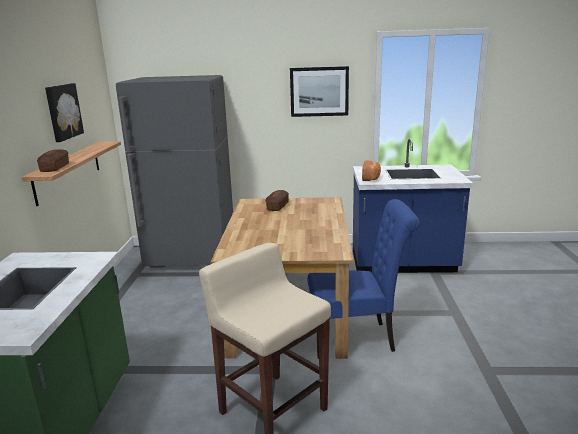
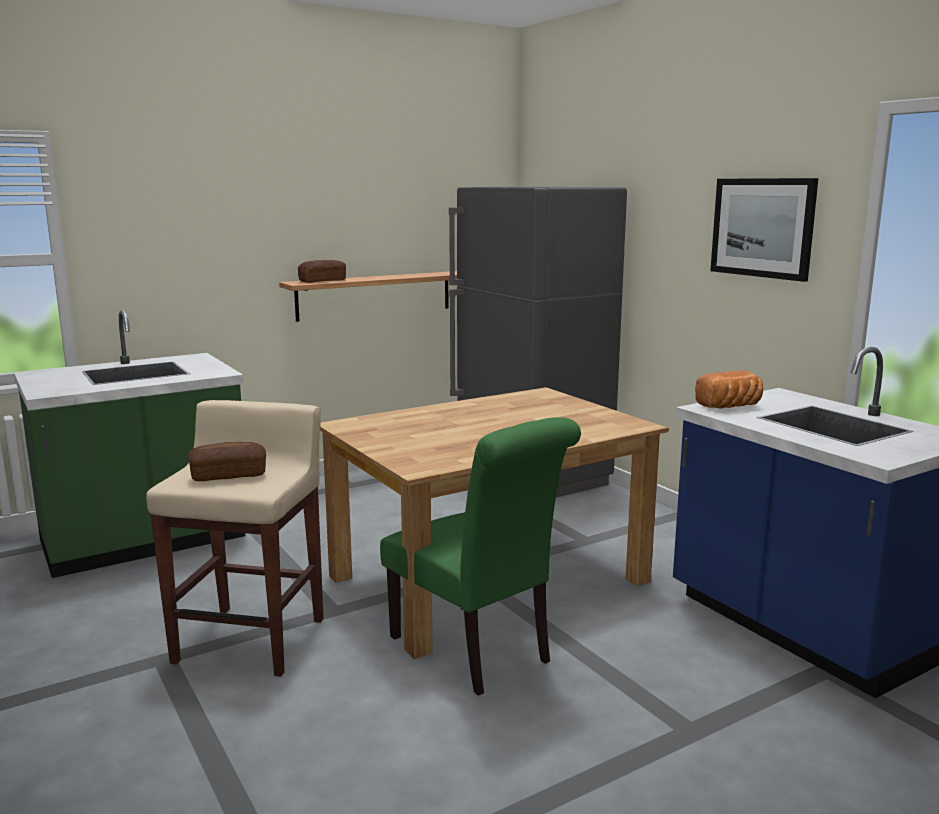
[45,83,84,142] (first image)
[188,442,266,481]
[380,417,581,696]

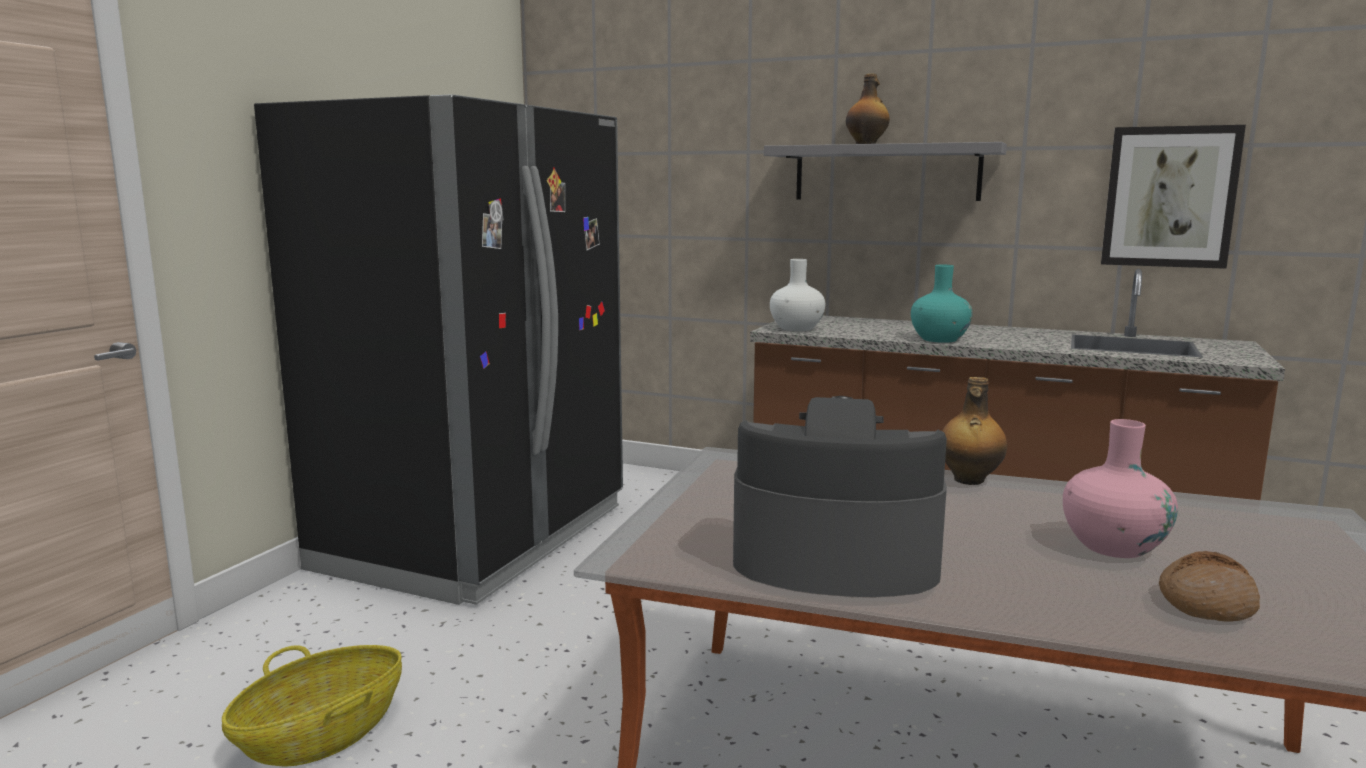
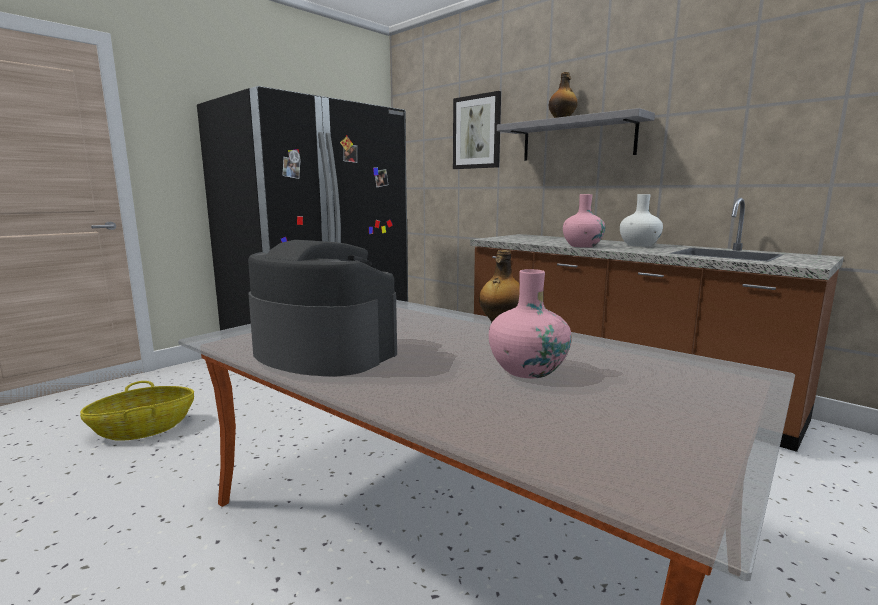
[620,194,663,247]
[563,194,605,248]
[453,91,501,169]
[1159,551,1260,622] (first image)

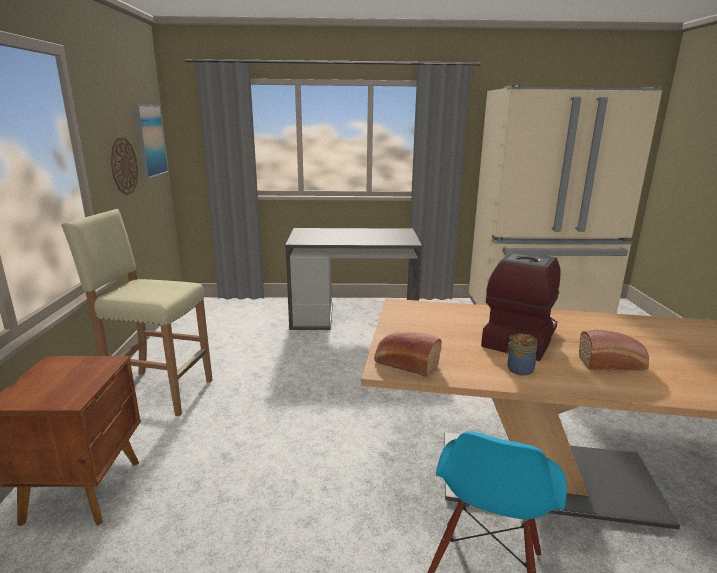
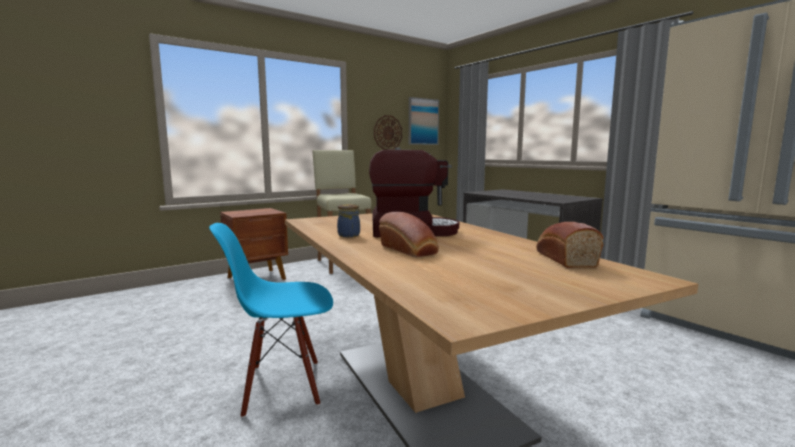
[536,222,604,268]

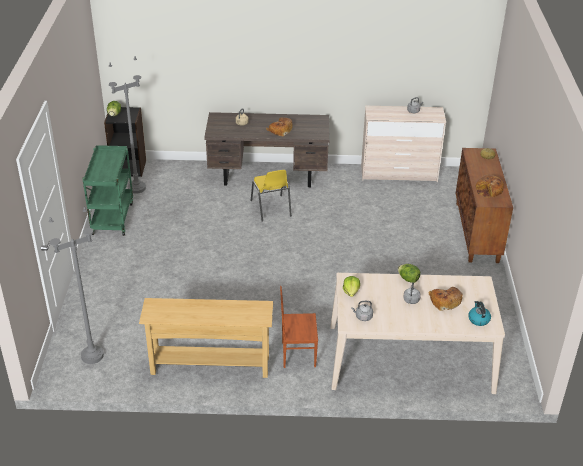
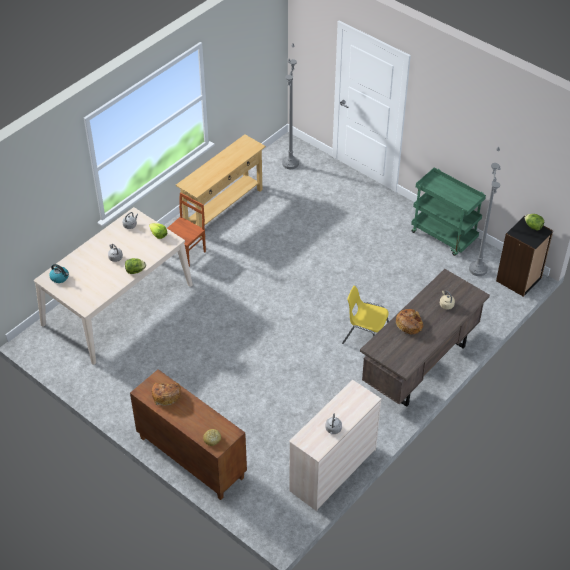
[429,287,463,311] (first image)

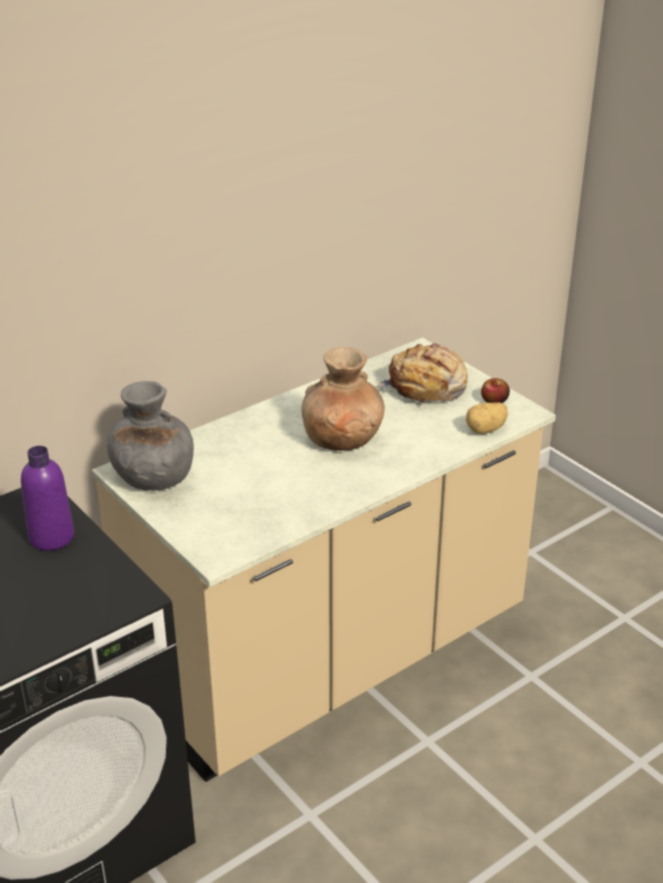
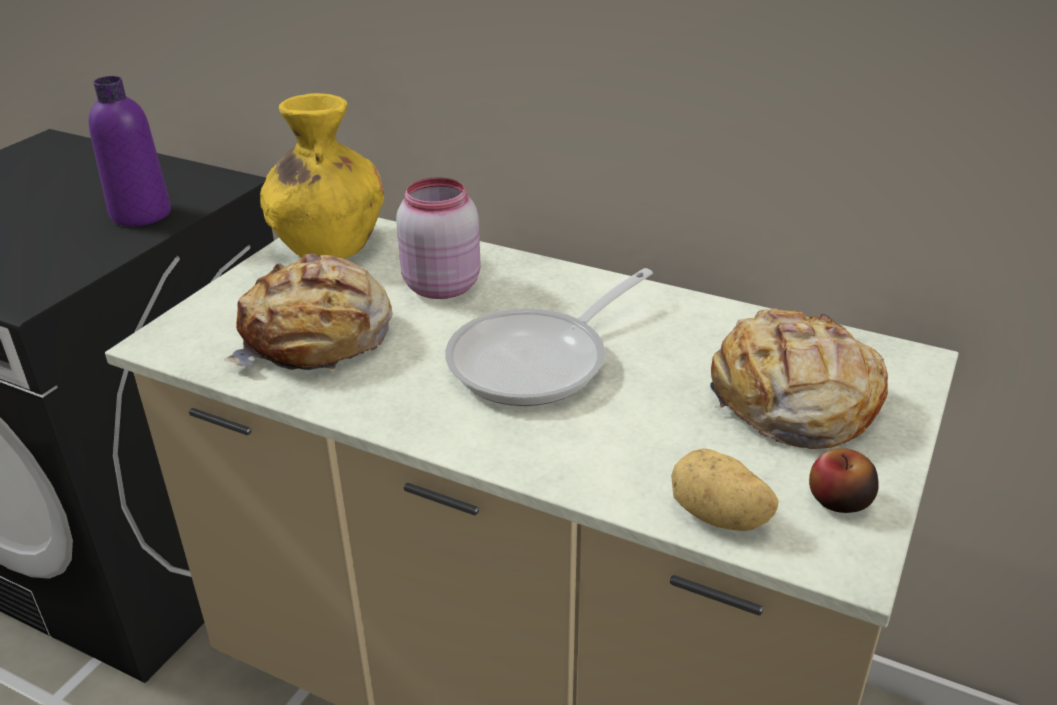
[260,93,384,259]
[445,268,653,406]
[224,254,392,372]
[396,177,481,299]

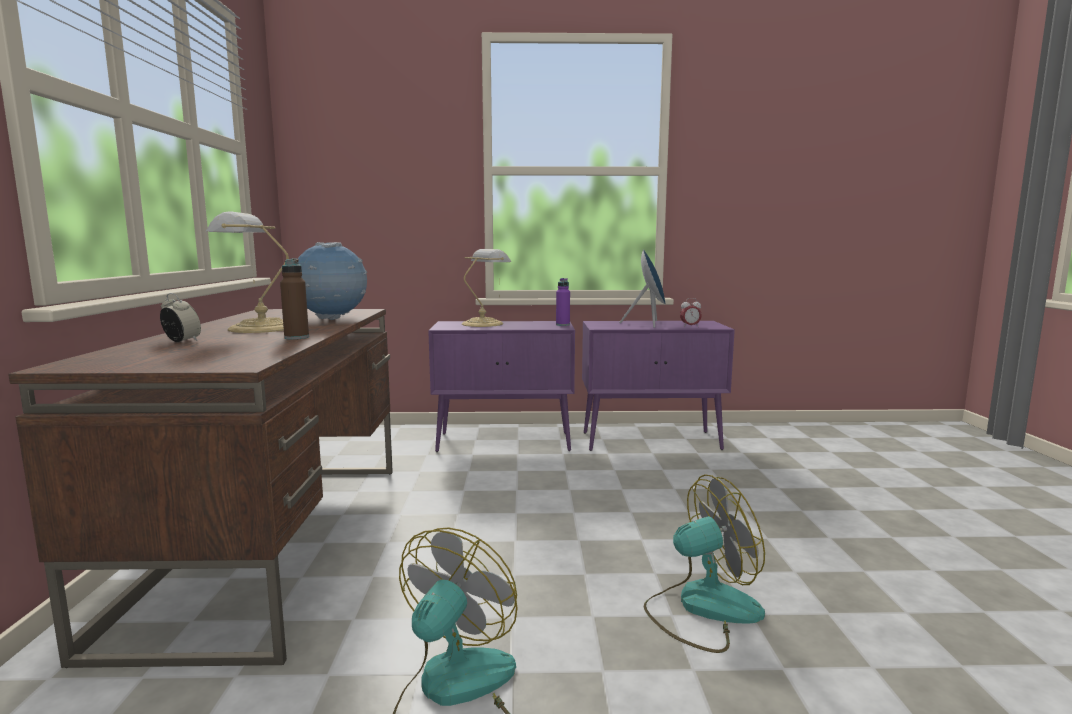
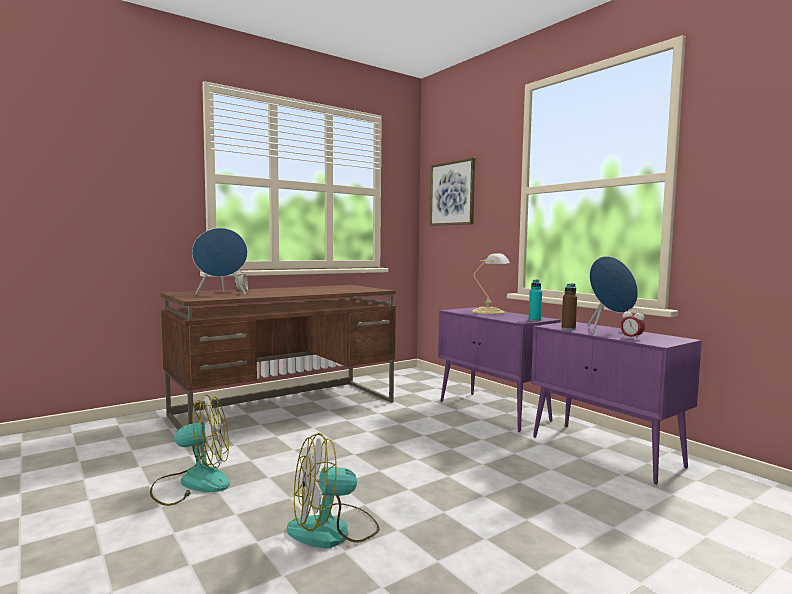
[206,211,289,333] (first image)
[561,283,577,330]
[298,242,367,320] (first image)
[529,280,542,321]
[287,433,380,548]
[192,228,248,295]
[429,158,475,226]

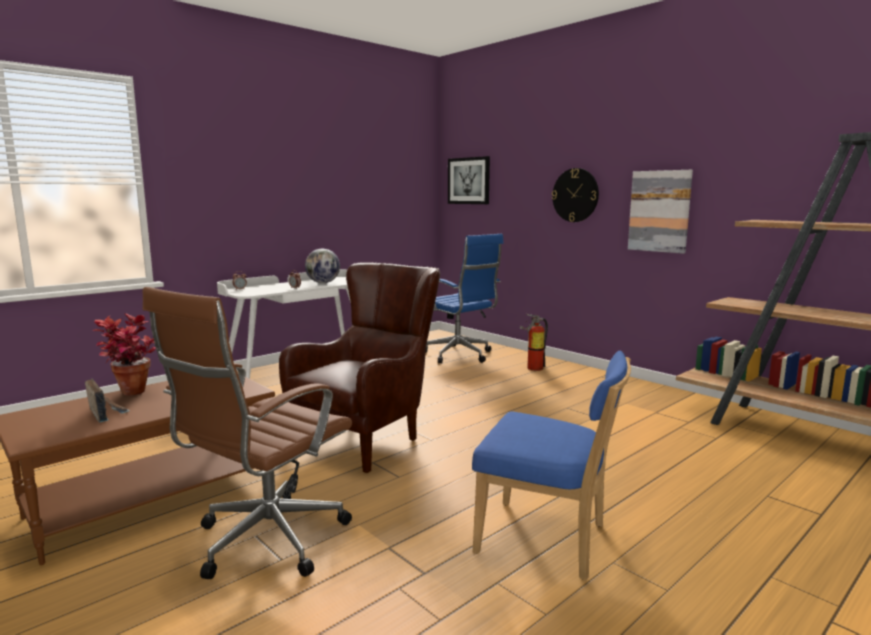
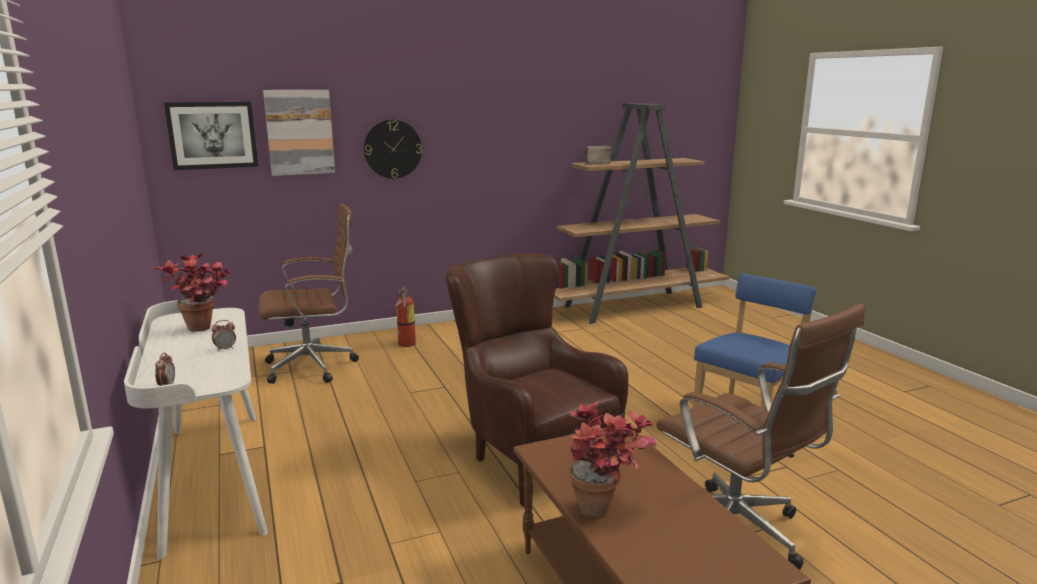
[584,146,611,165]
[154,253,231,332]
[258,203,359,384]
[263,90,335,176]

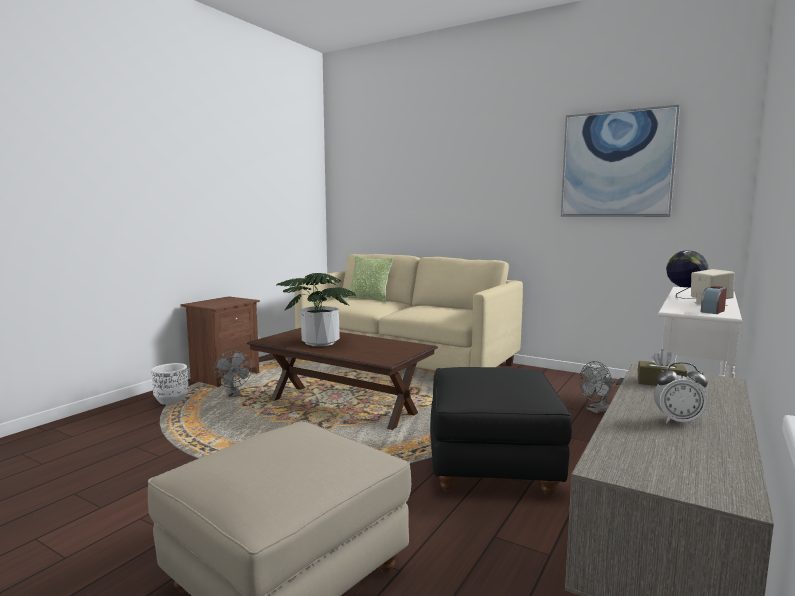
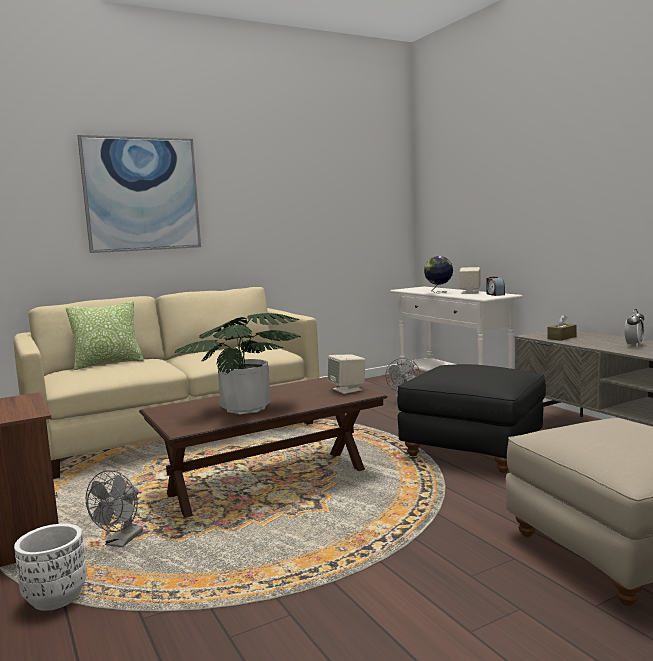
[86,470,143,547]
[78,135,201,253]
[327,354,365,394]

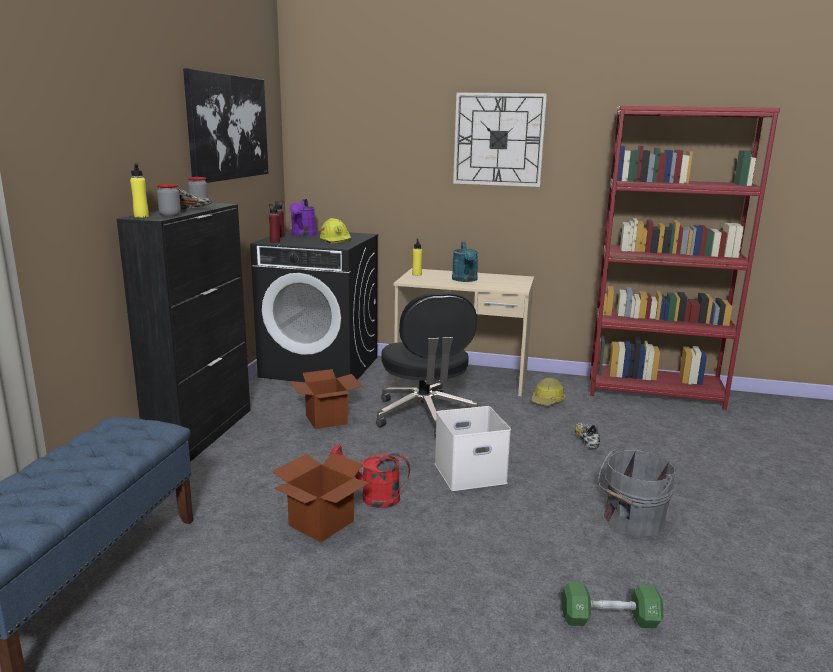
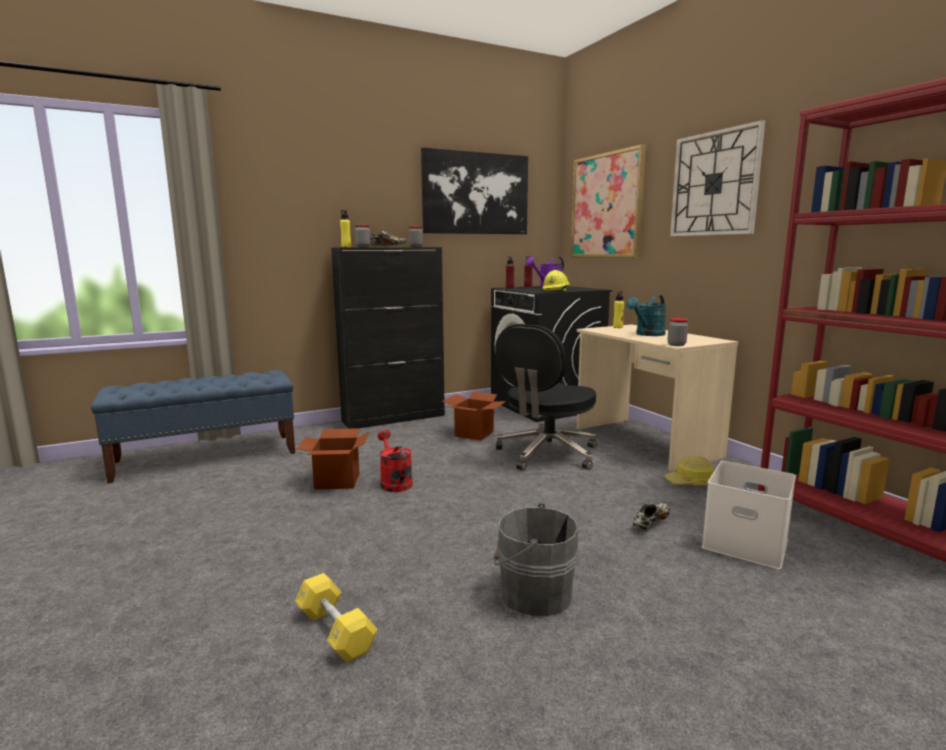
[702,461,796,569]
[295,573,378,663]
[570,144,646,258]
[667,318,688,346]

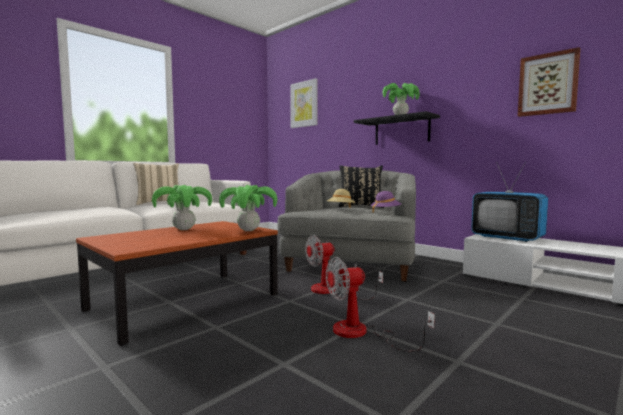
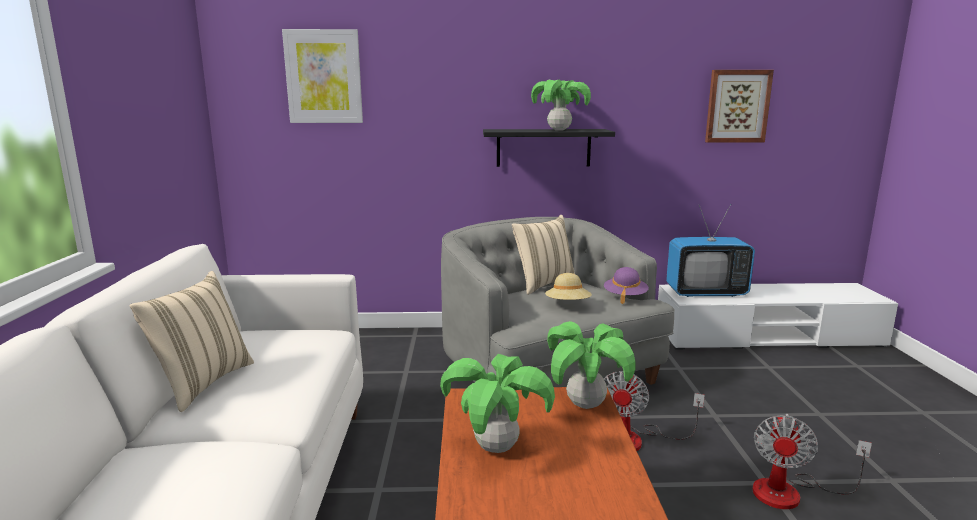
[512,215,575,295]

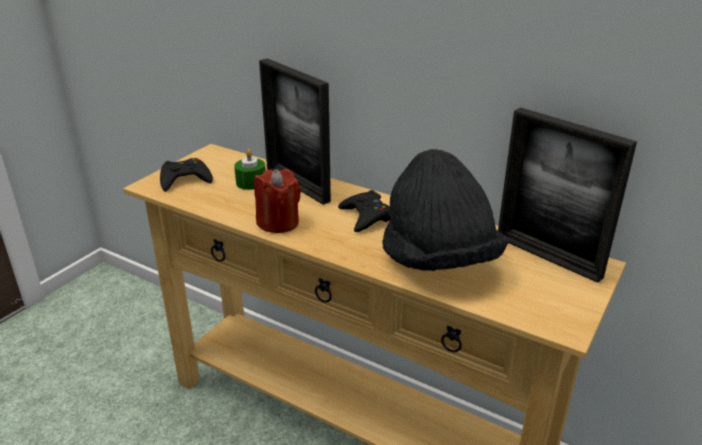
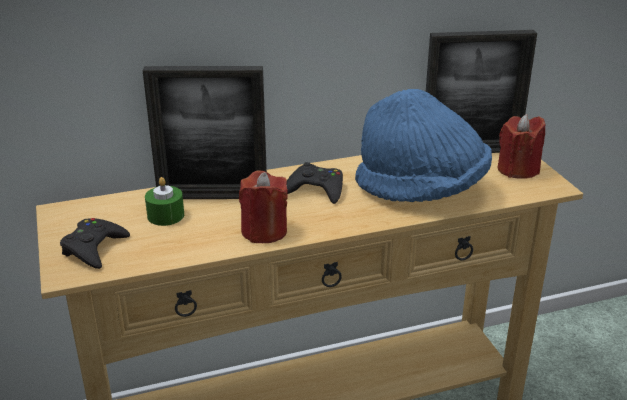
[355,89,492,202]
[497,114,545,179]

